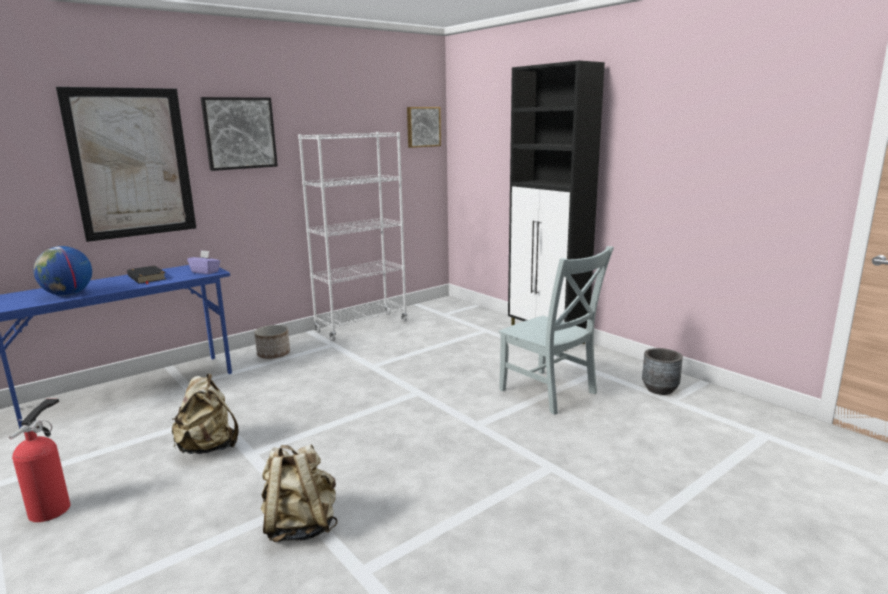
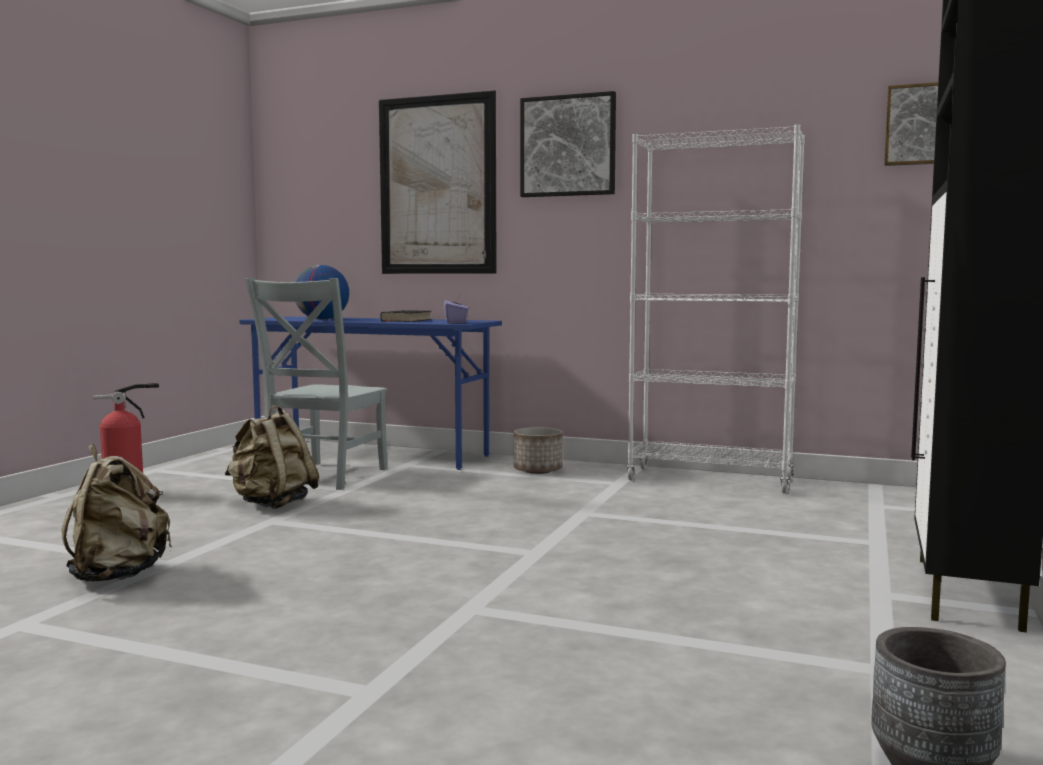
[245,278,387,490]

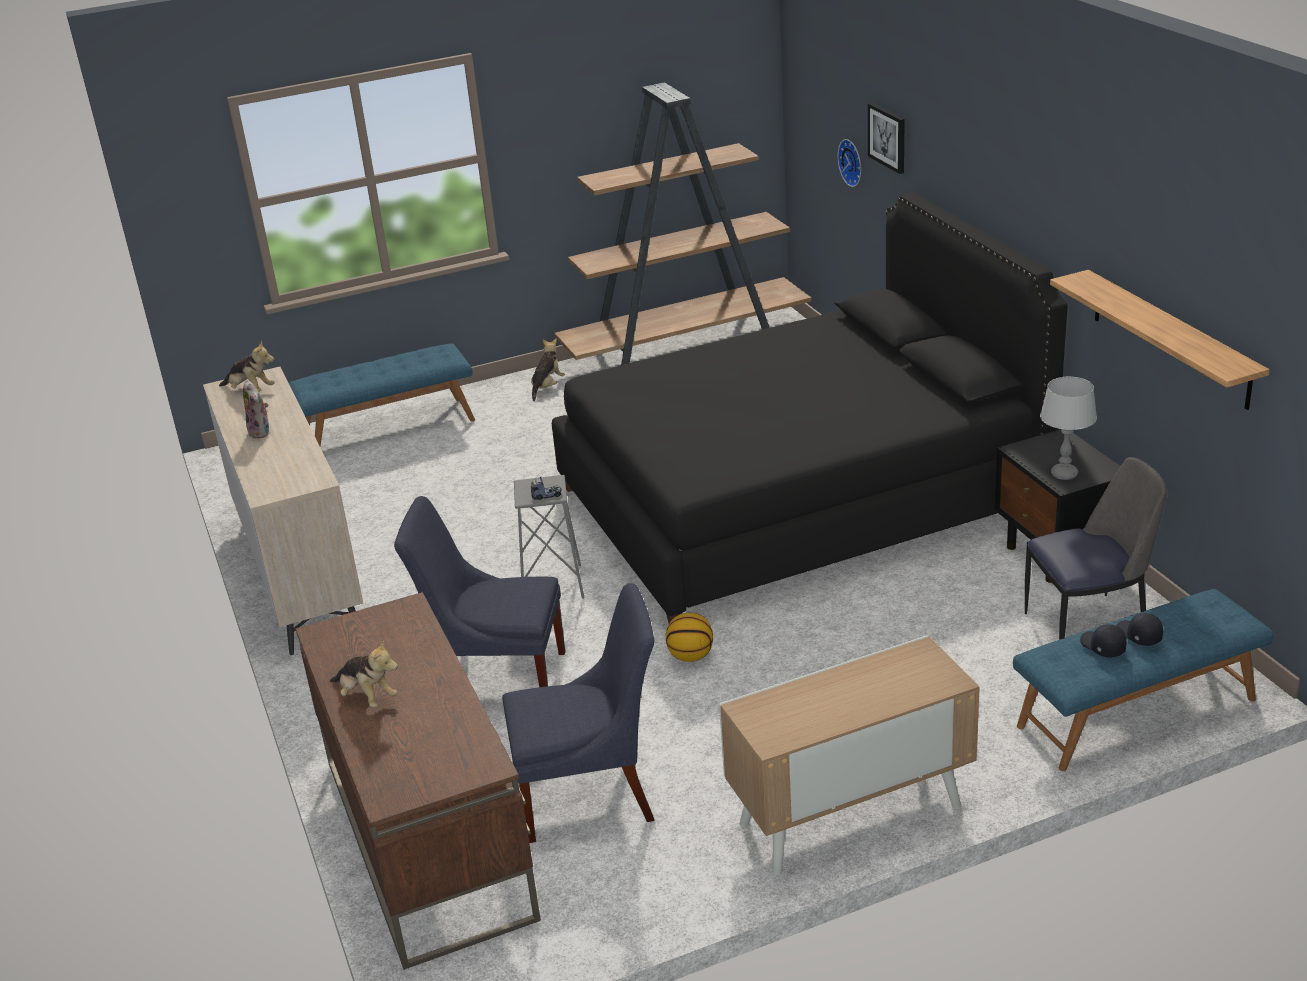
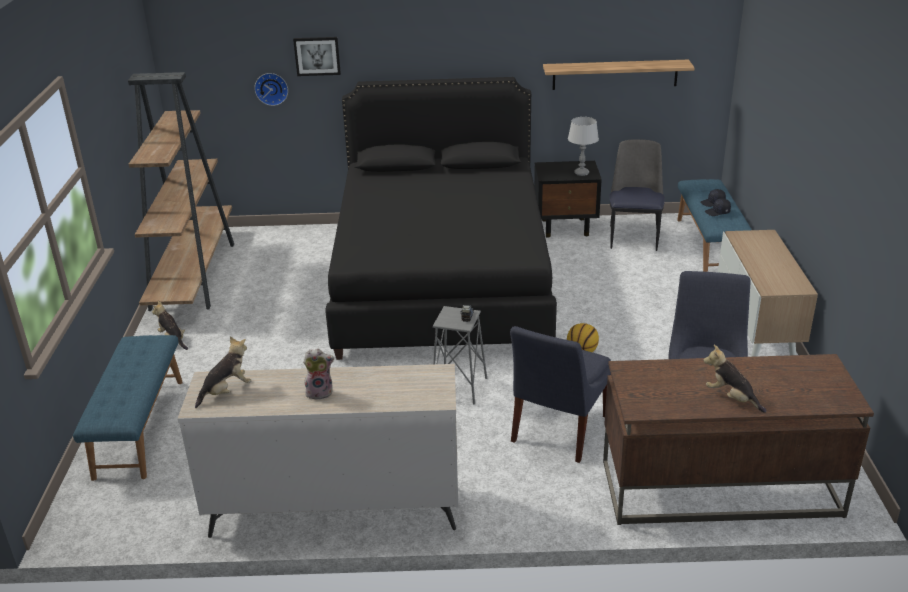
[703,345,767,413]

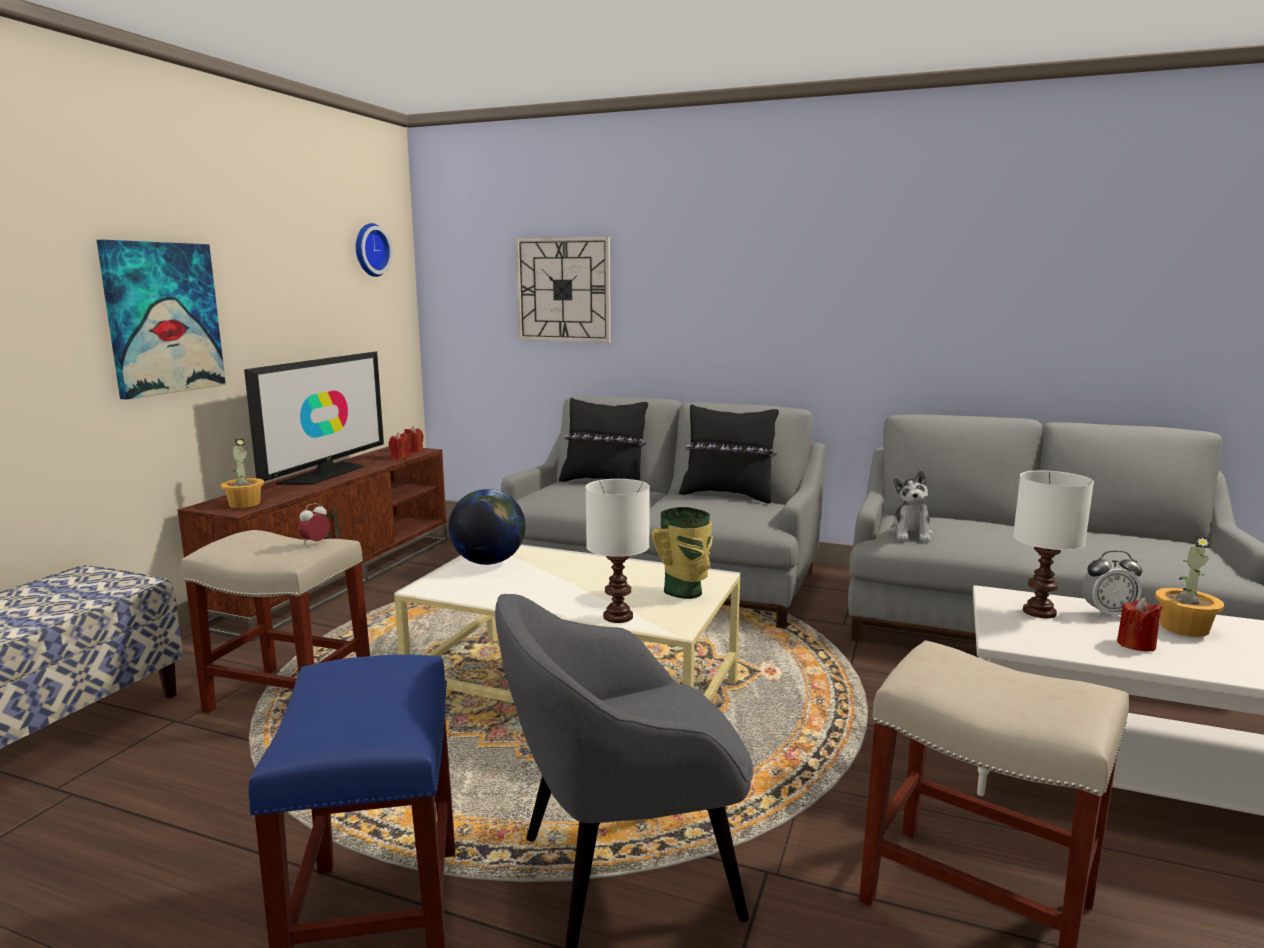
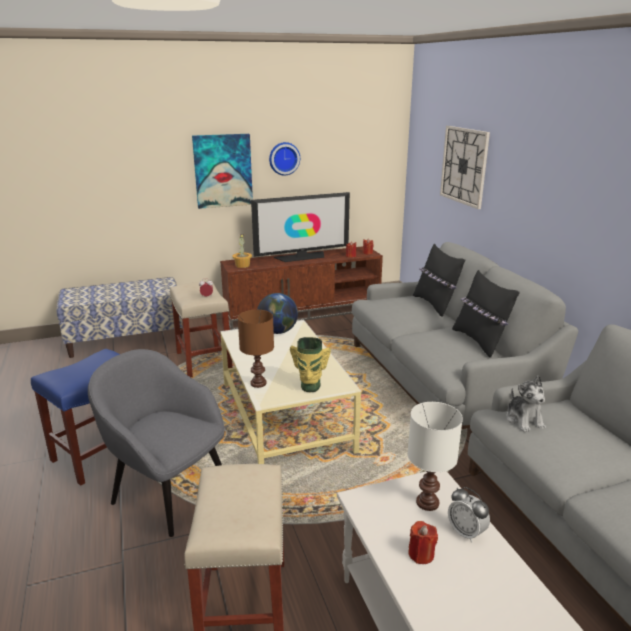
[269,142,300,175]
[238,310,274,388]
[506,376,546,432]
[1155,536,1224,637] (first image)

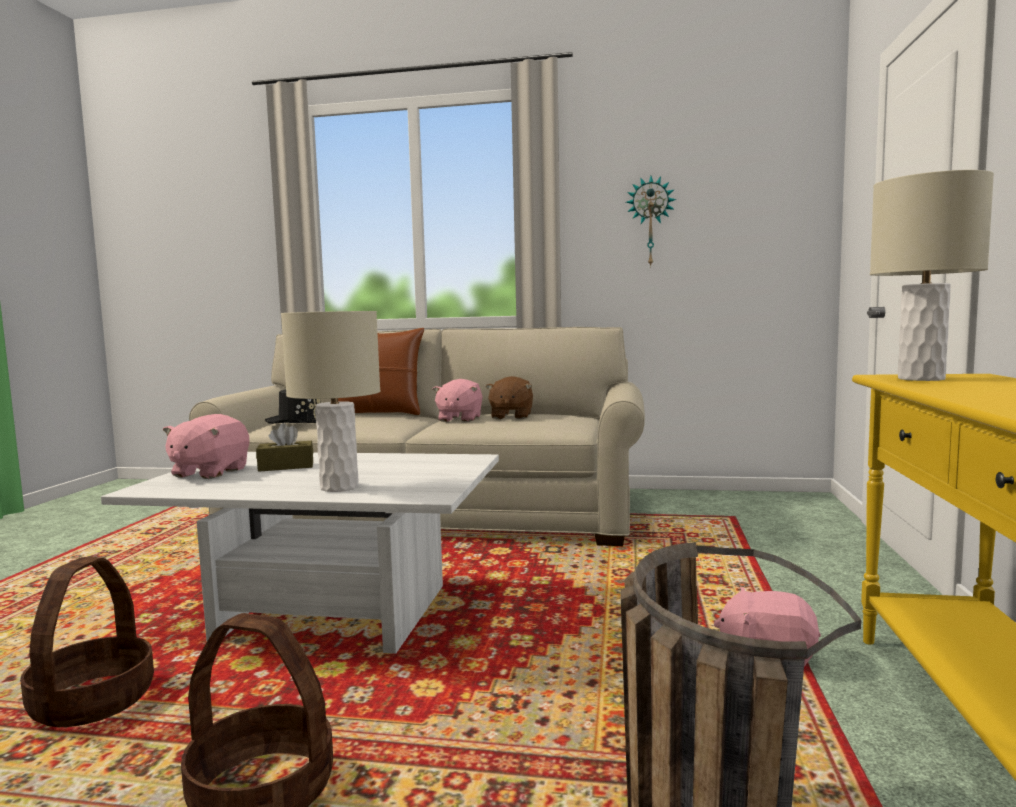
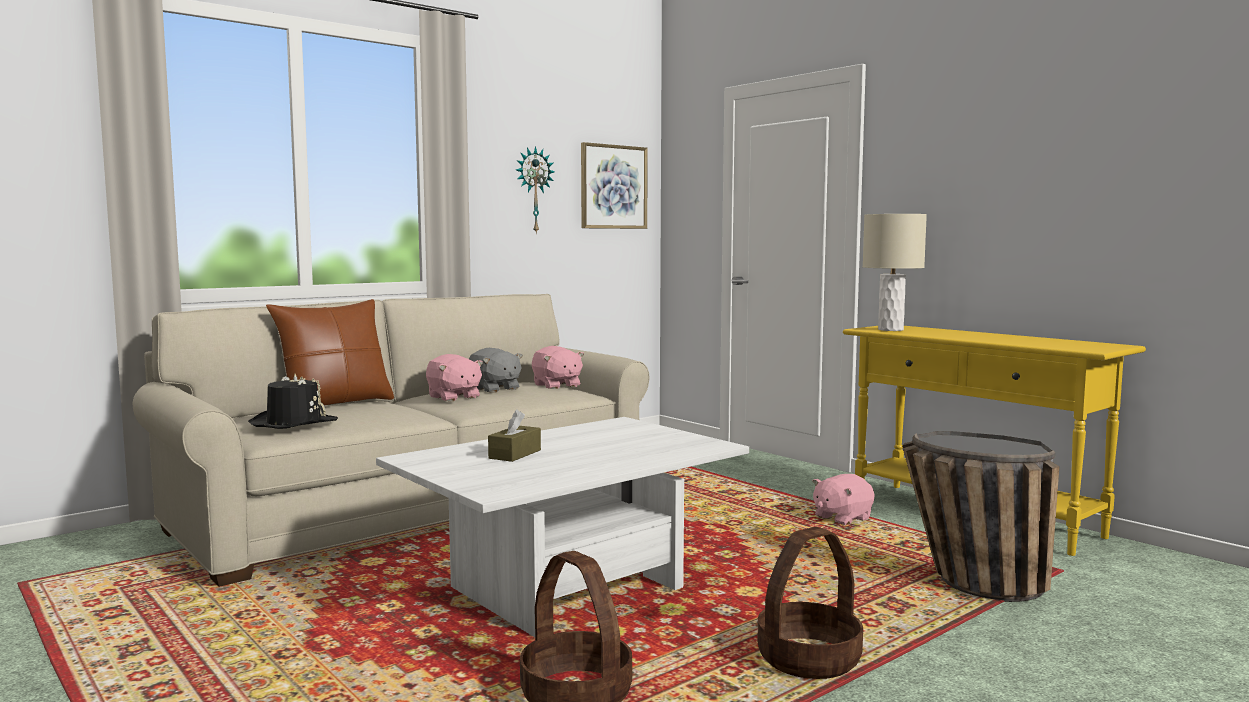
[532,346,584,389]
[281,311,380,492] (first image)
[469,348,523,393]
[581,142,648,229]

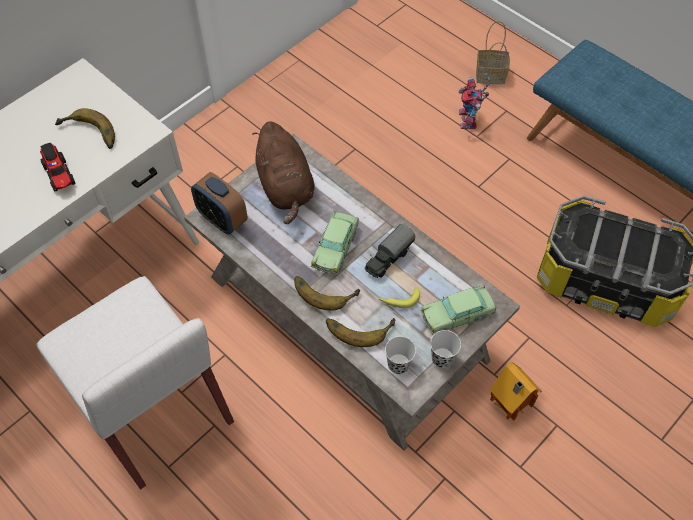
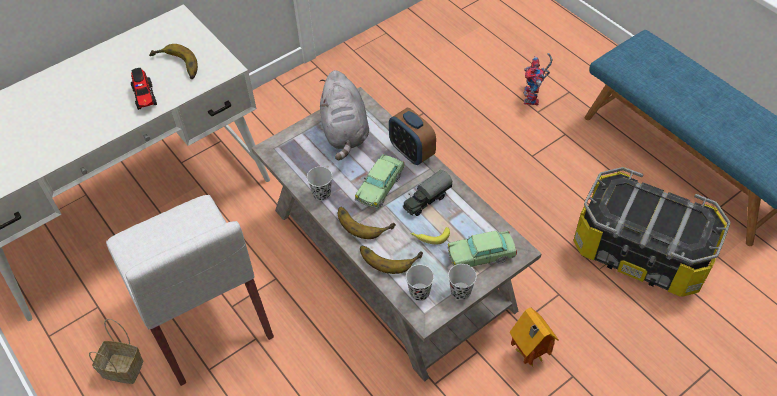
[389,108,436,165]
[319,70,369,160]
[89,319,143,384]
[307,167,332,201]

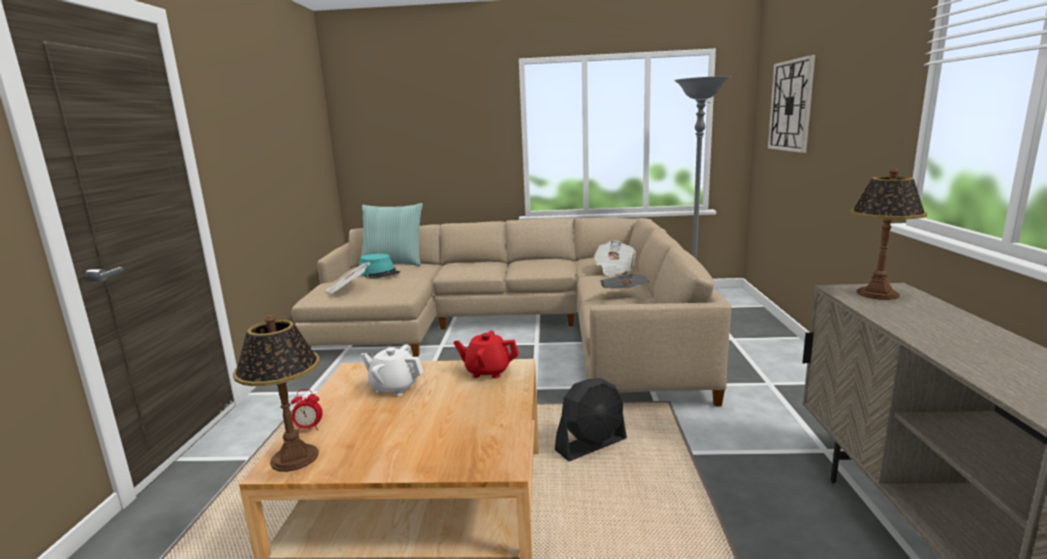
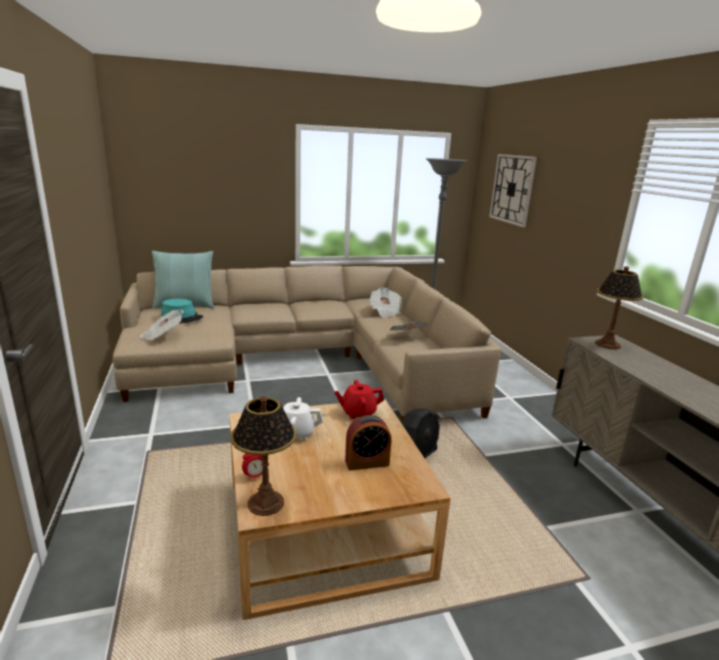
[345,415,392,470]

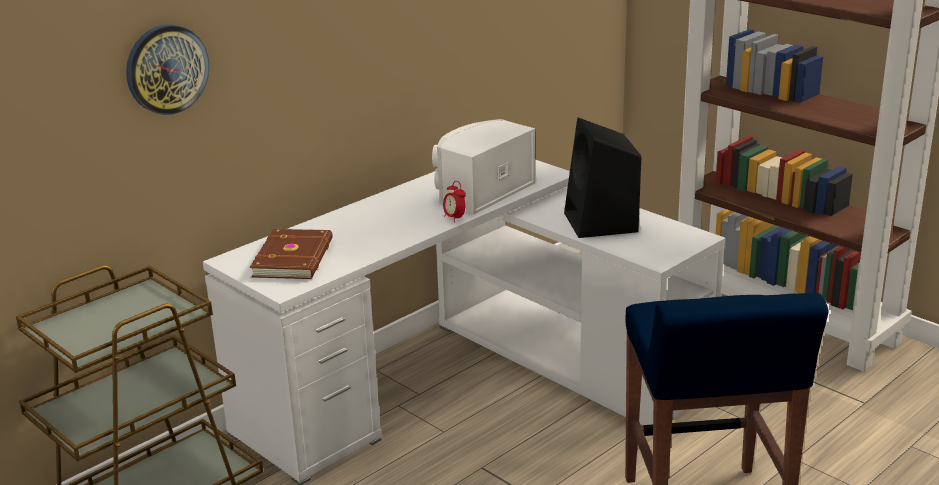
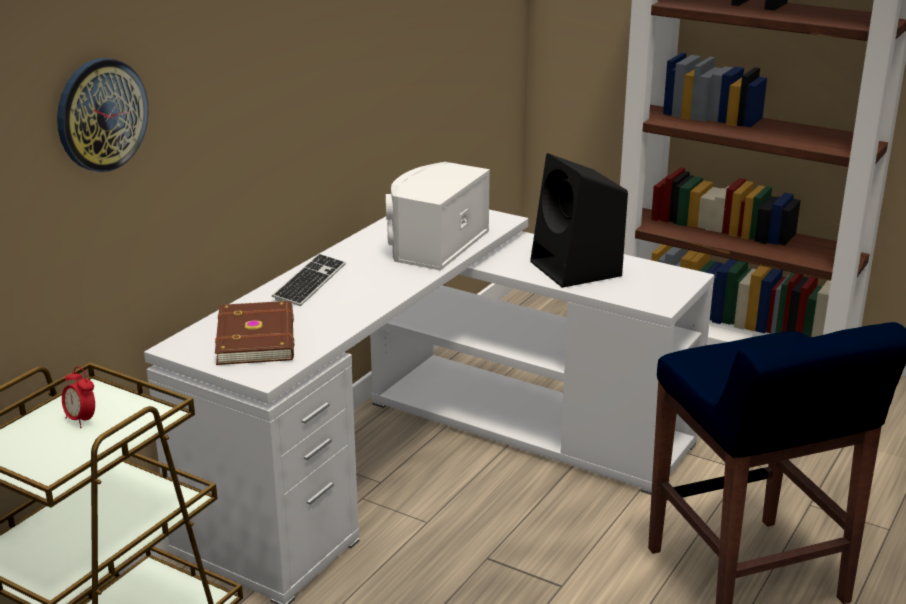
[62,366,95,428]
[272,254,346,306]

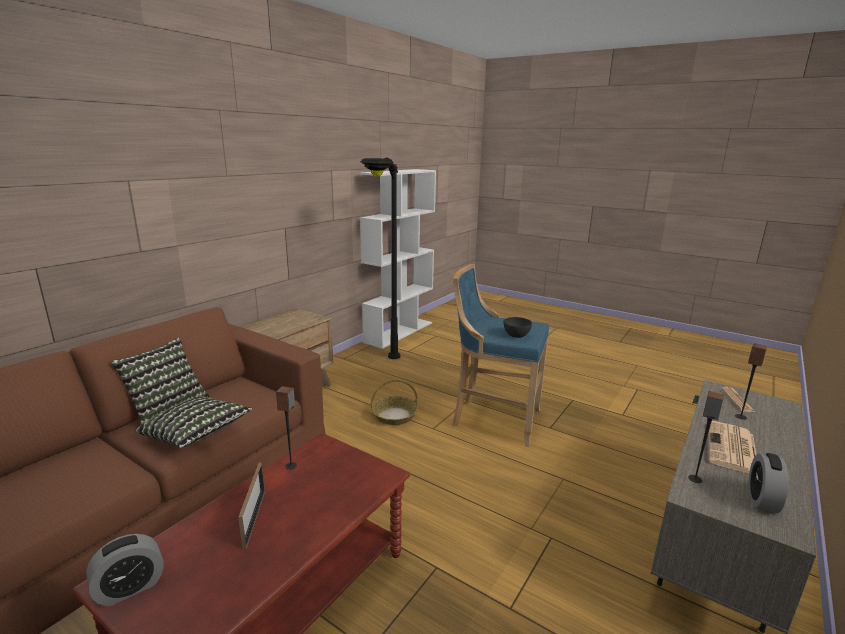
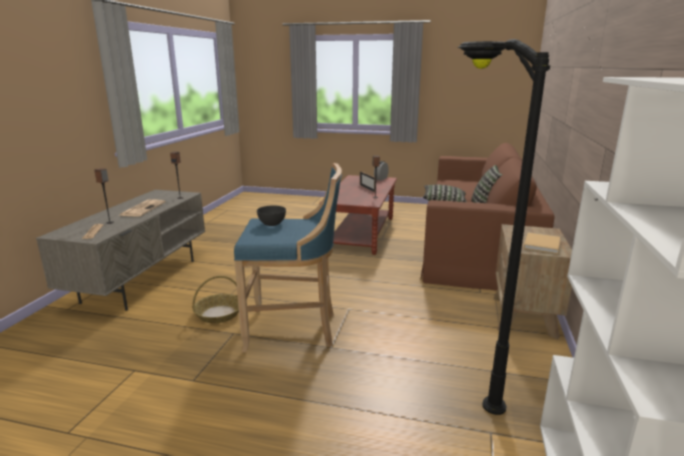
[192,276,239,323]
[748,453,789,513] (first image)
[524,232,560,254]

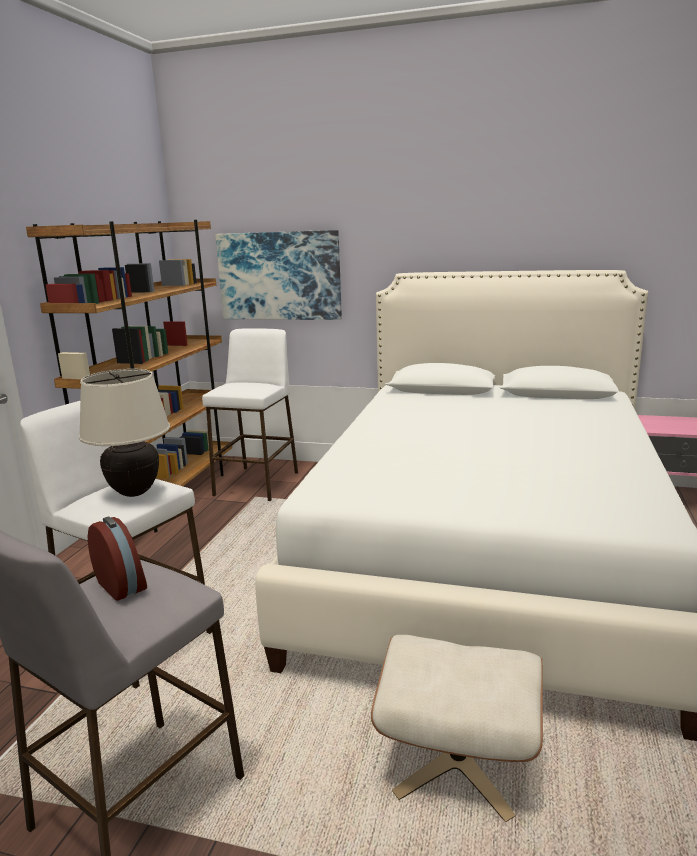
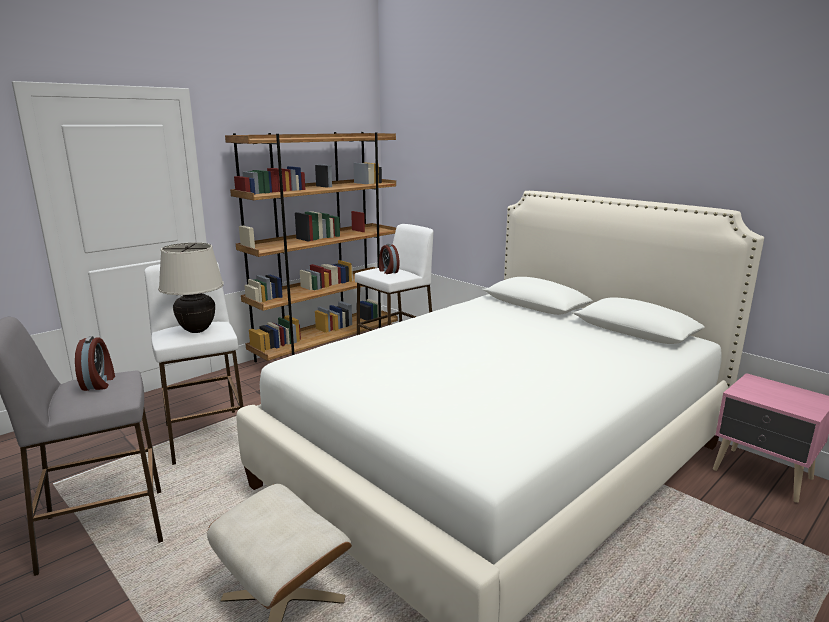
[215,230,342,320] (first image)
[379,244,400,274]

